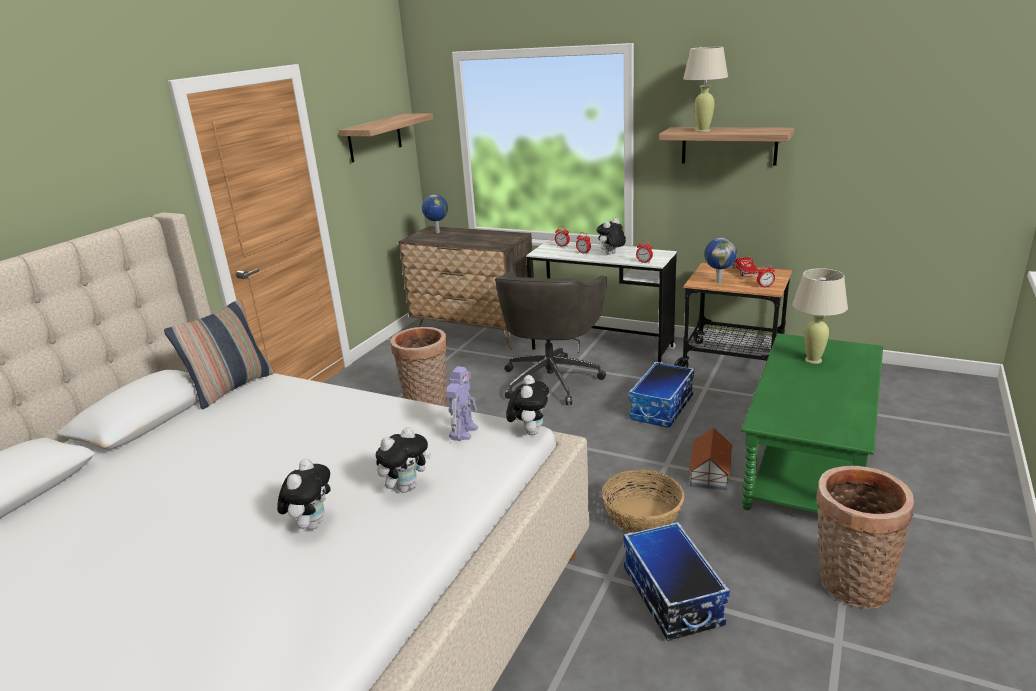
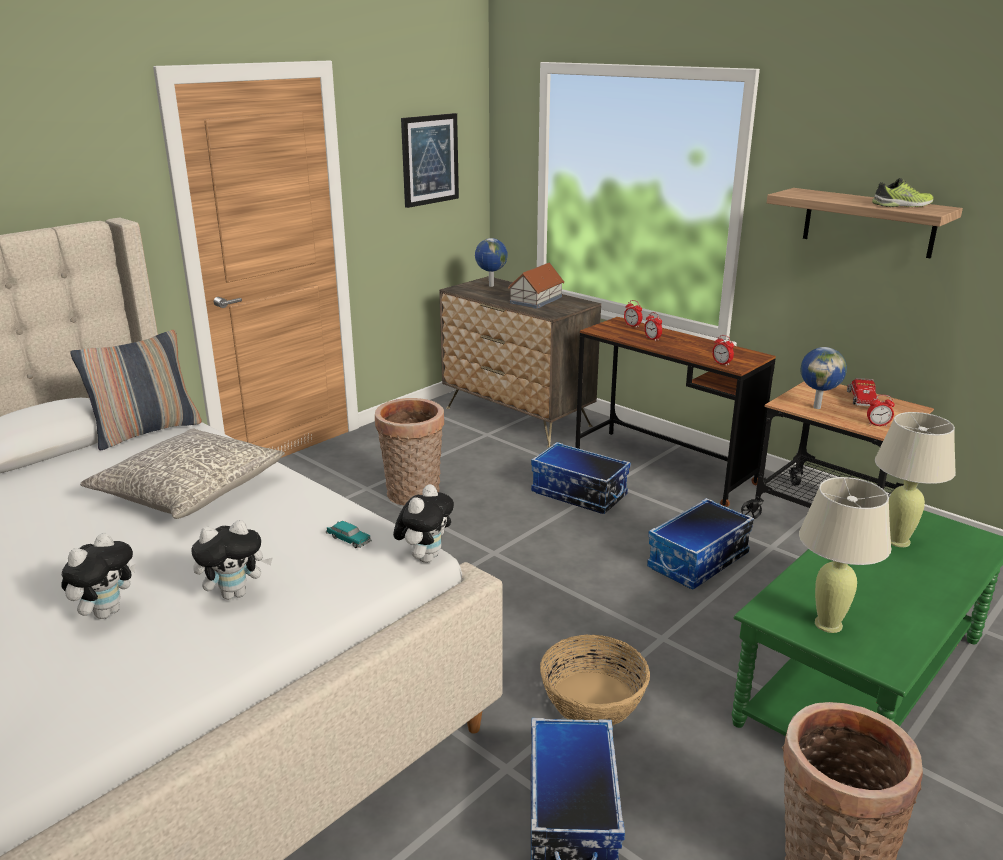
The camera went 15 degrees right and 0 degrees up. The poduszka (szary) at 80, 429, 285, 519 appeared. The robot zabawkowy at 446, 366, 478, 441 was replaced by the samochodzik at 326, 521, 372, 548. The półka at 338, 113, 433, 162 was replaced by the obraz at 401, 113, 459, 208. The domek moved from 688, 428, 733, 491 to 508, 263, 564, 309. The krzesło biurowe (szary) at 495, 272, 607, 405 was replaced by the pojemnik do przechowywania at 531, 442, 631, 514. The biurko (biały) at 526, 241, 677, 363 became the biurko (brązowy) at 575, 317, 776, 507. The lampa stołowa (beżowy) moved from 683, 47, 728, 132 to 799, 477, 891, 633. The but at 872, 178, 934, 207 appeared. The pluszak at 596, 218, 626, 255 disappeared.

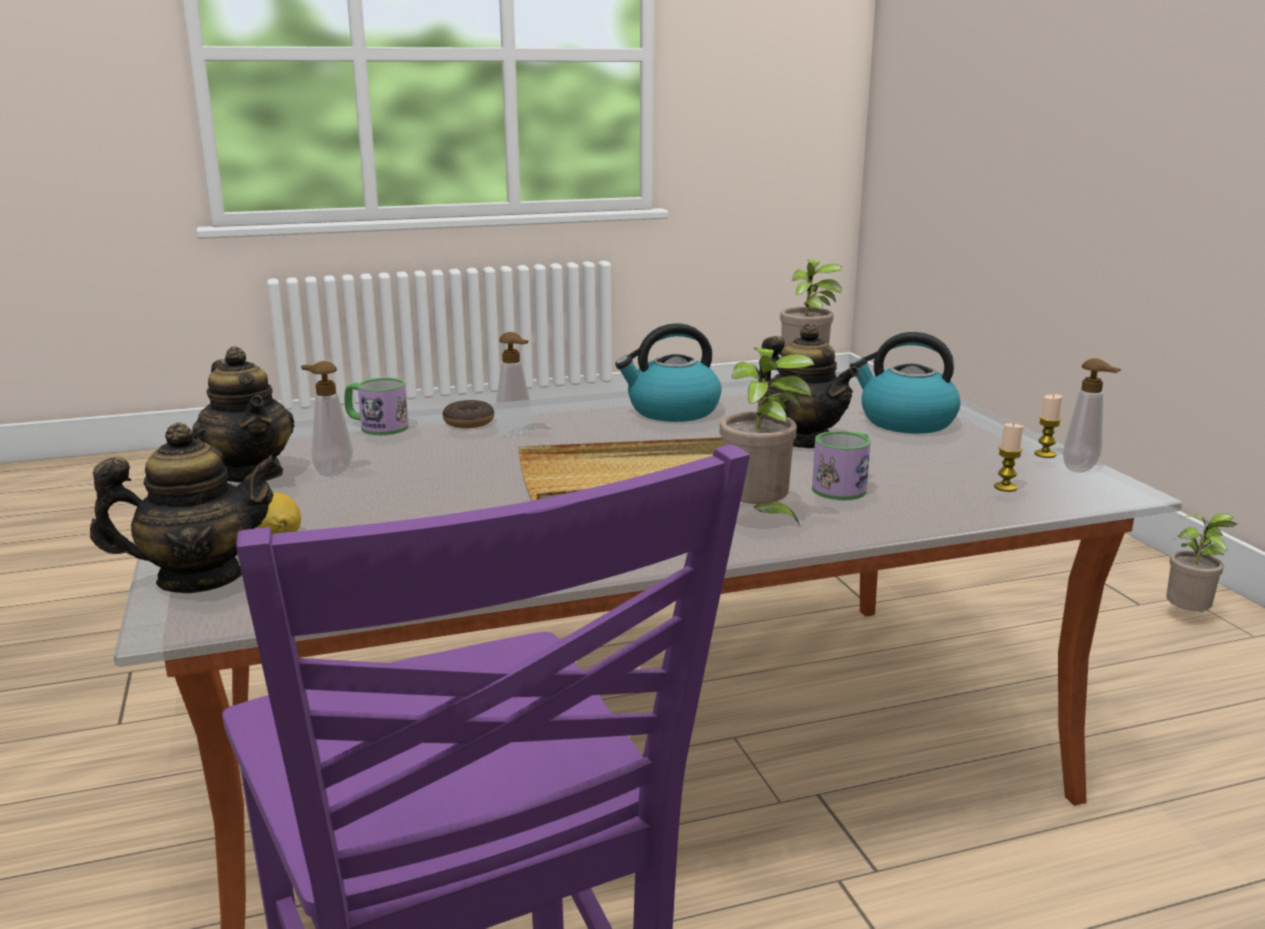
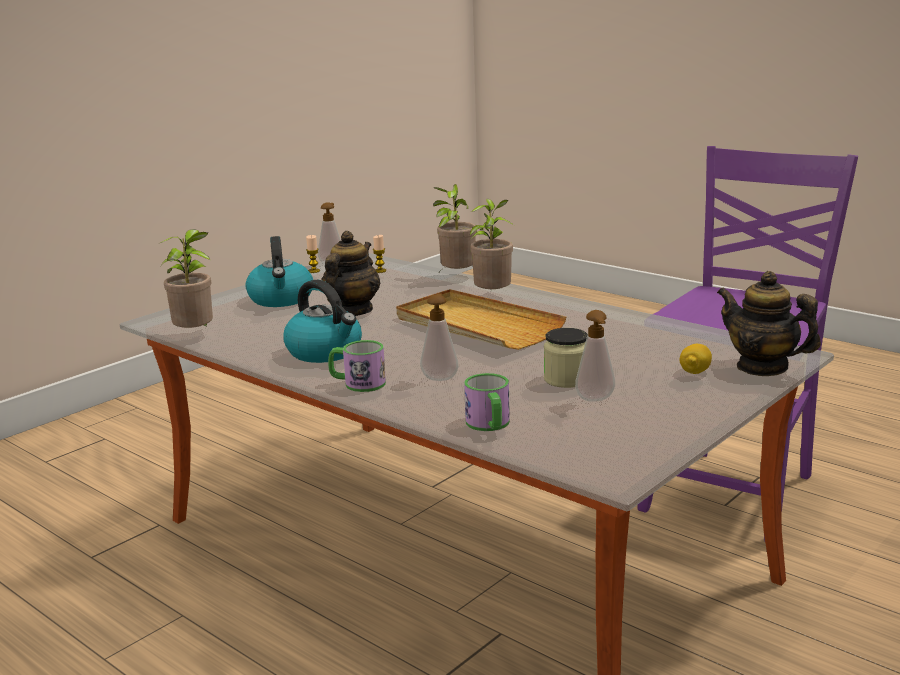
The camera went 120 degrees left and 0 degrees up. The kubek moved from 812, 431, 871, 500 to 328, 340, 386, 392. The roślina doniczkowa moved from 1166, 513, 1237, 612 to 433, 184, 477, 272. The słoik at 544, 328, 588, 388 appeared. The imbryk at 192, 347, 294, 482 disappeared. The donut at 443, 400, 494, 428 disappeared.

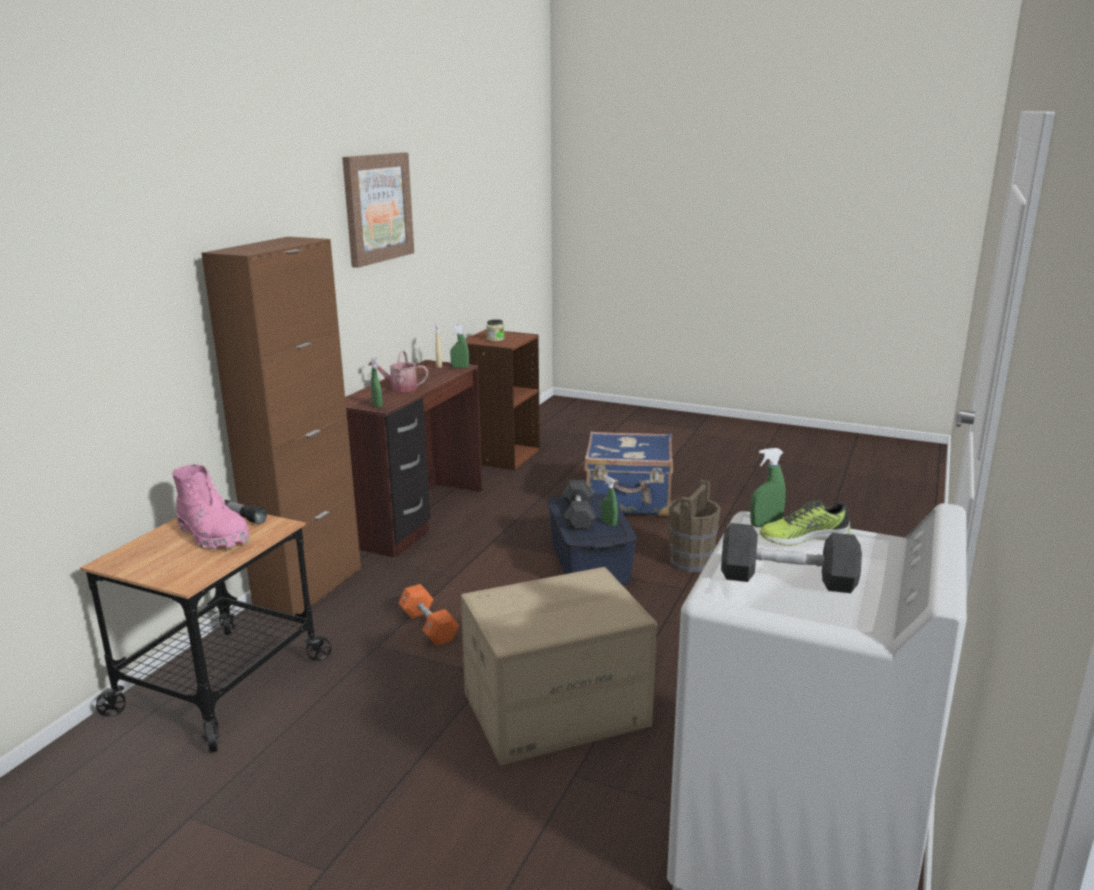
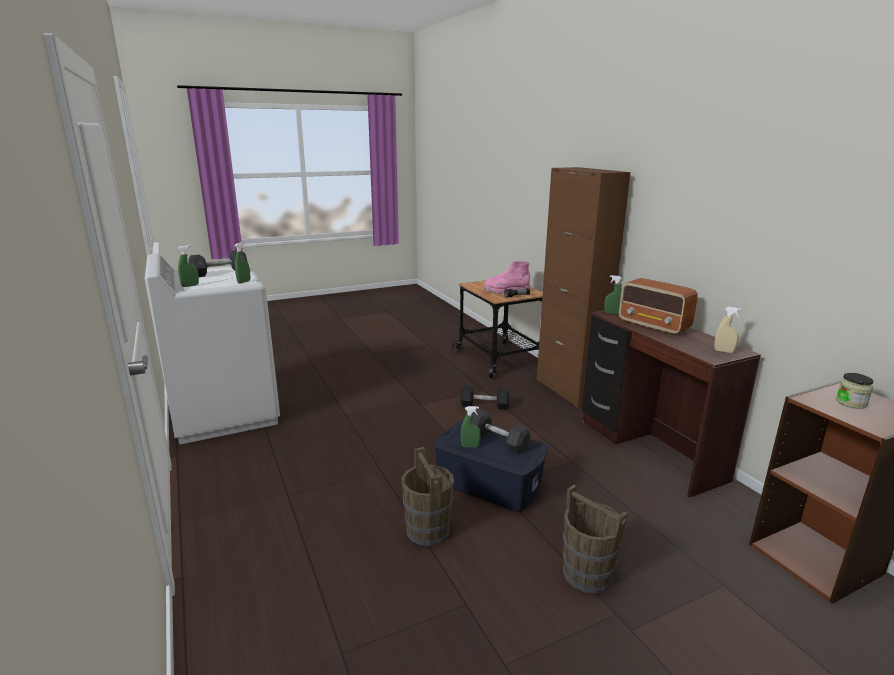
The camera went 130 degrees right and 0 degrees up. The spryskiwacz (zielony) moved from 450, 325, 469, 368 to 178, 245, 199, 287. The hantel (pomarańczowy) at 398, 584, 459, 646 became the hantel (czarny) at 460, 386, 510, 410. The walizka (niebieski) at 584, 431, 673, 516 was replaced by the wiadro (brązowy) at 563, 485, 628, 593. The konewka at 368, 350, 428, 392 was replaced by the radio at 619, 278, 698, 335. The obraz at 342, 153, 414, 268 disappeared. The karton at 461, 567, 657, 766 disappeared. The but at 760, 499, 851, 546 disappeared.

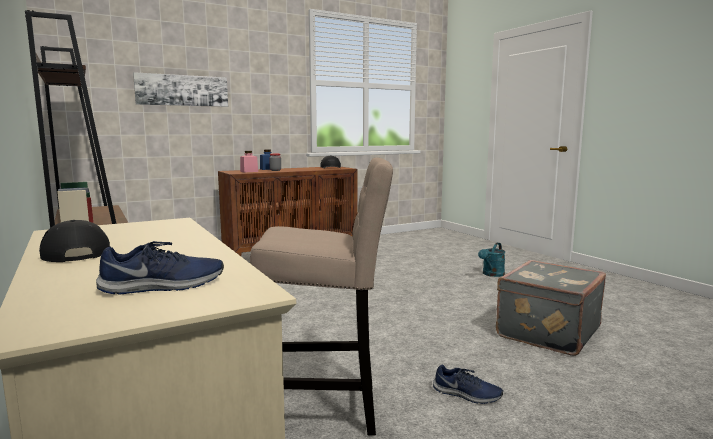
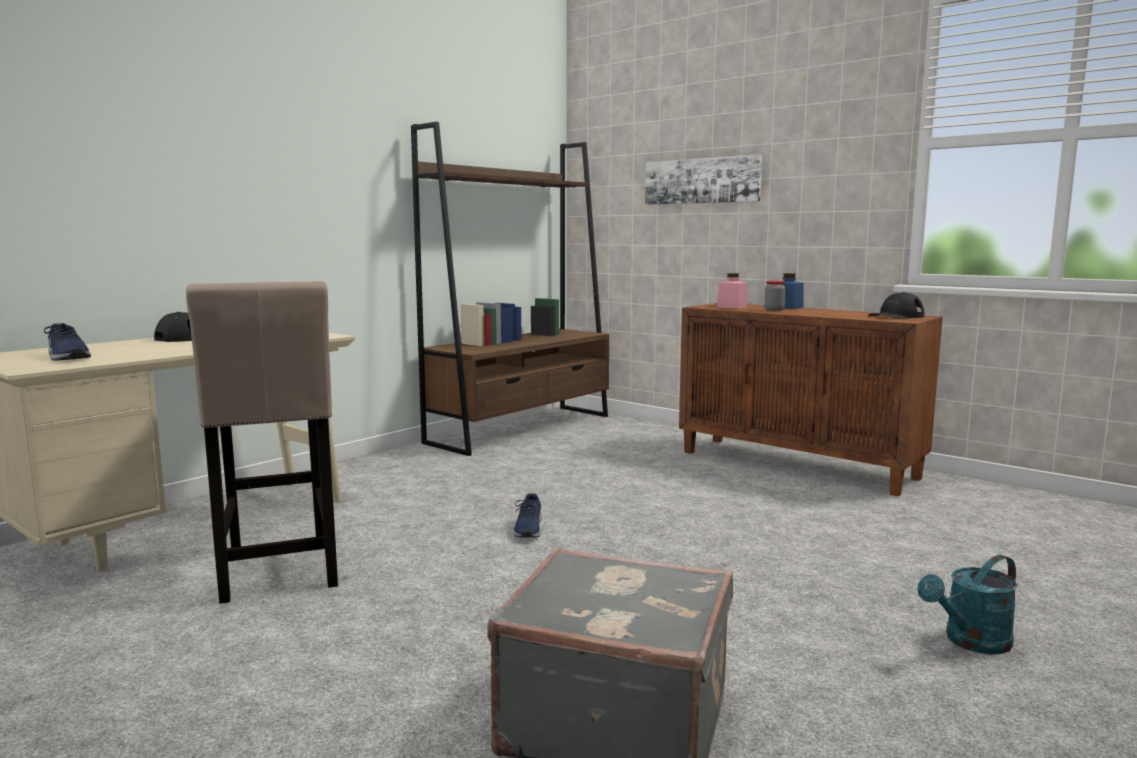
The camera went 70 degrees right and 0 degrees up. The but (niebieski) moved from 433, 365, 503, 404 to 513, 493, 542, 538. The konewka (turkusowy) at 478, 243, 505, 277 turned 45 degrees counterclockwise.

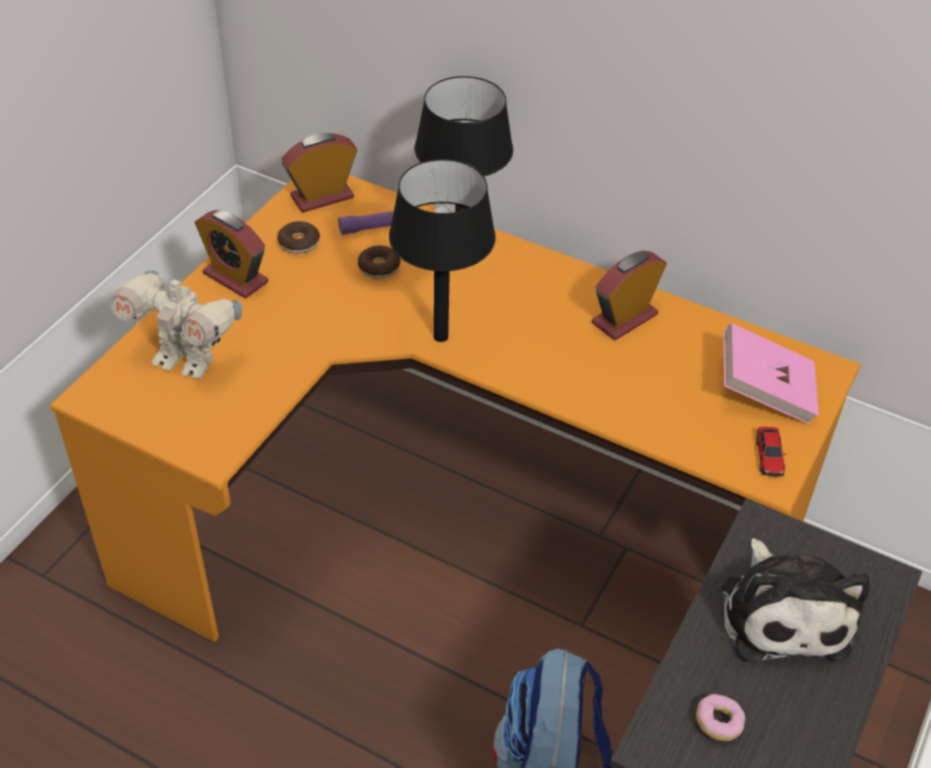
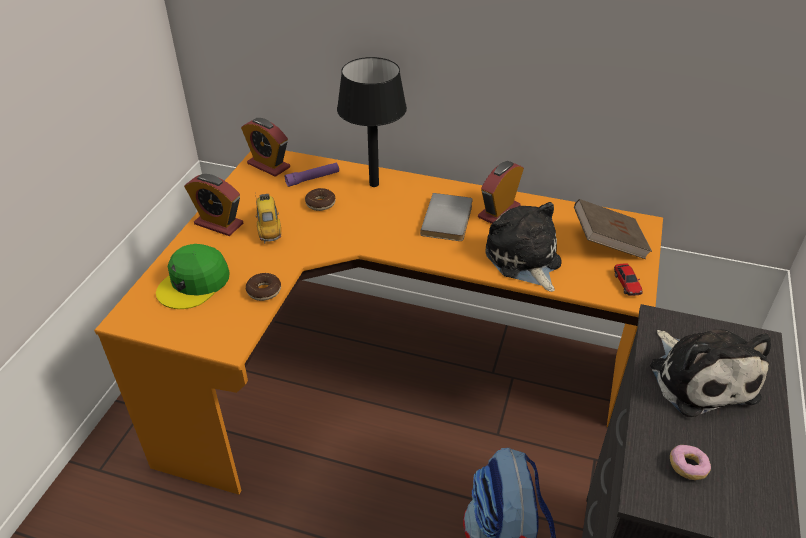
The camera went 10 degrees left and 5 degrees down. The robot zabawkowy at 110, 270, 242, 379 was replaced by the czapka z daszkiem (zielony) at 156, 244, 230, 309. The budzik at 281, 133, 357, 213 turned 105 degrees counterclockwise. The donut moved from 277, 221, 320, 254 to 246, 273, 281, 301. The samochodzik at 256, 194, 281, 243 appeared. The książka (szary) at 420, 193, 473, 241 appeared. The pluszak at 485, 202, 562, 292 appeared. The książka (różowy) at 723, 323, 819, 424 became the książka (brązowy) at 574, 199, 652, 259. The lampa stołowa (czarny) at 389, 159, 496, 342 disappeared.

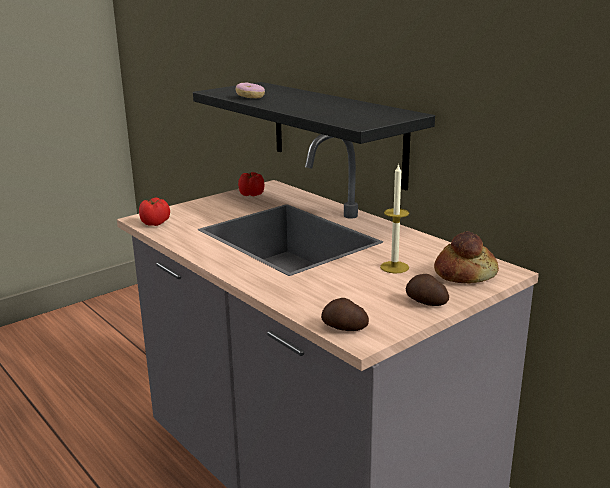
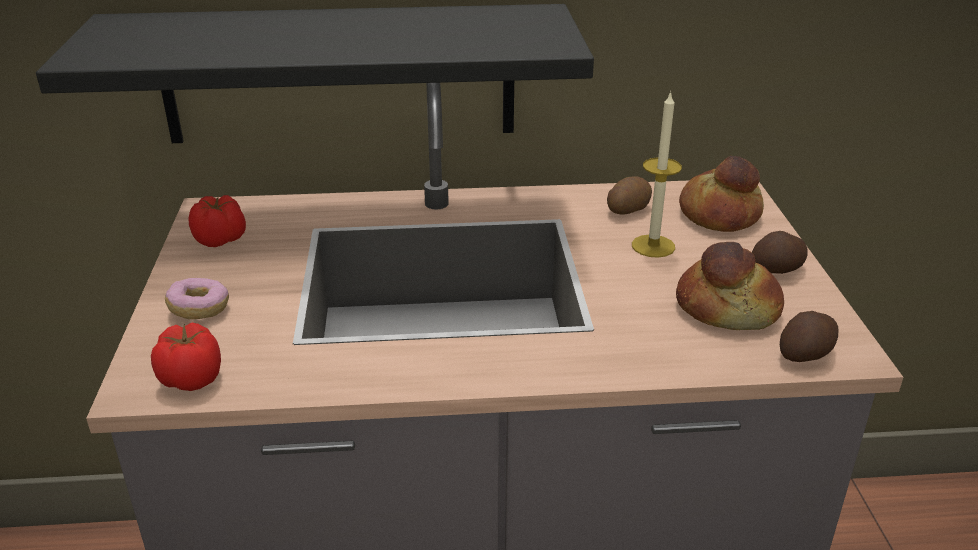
The camera went 55 degrees left and 10 degrees up. The donut moved from 236, 83, 265, 98 to 165, 278, 229, 319. The ziemniak at 607, 176, 652, 215 appeared. The chleb at 676, 242, 784, 330 appeared.

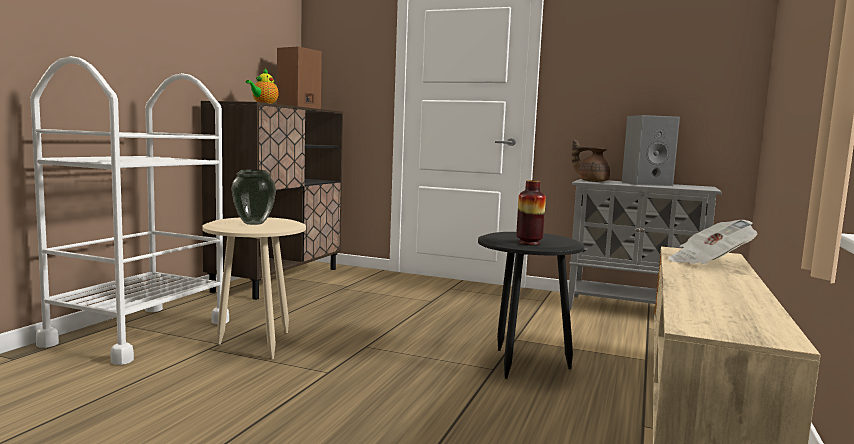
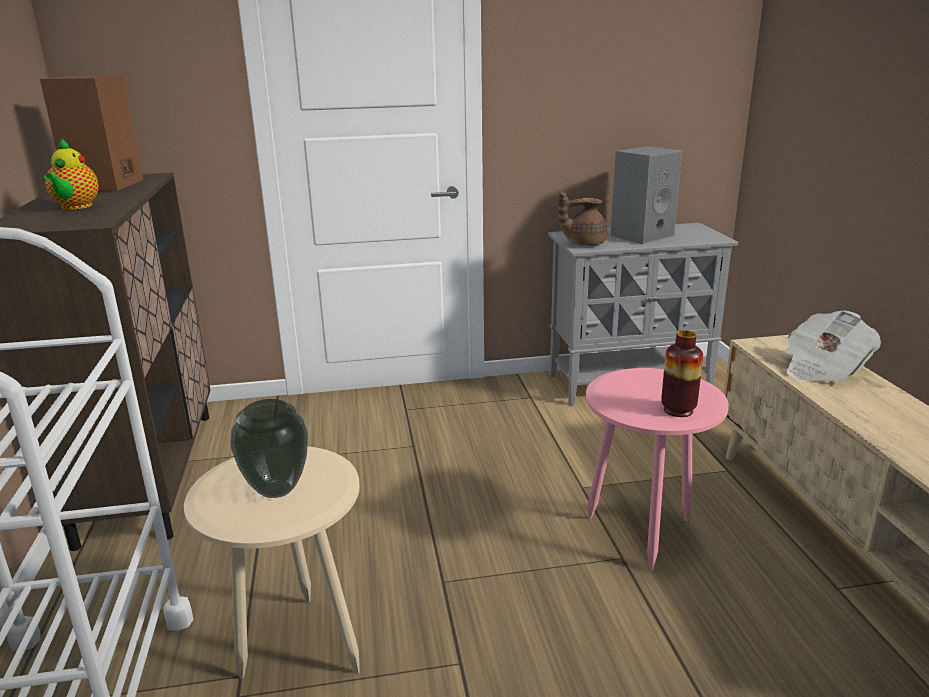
The camera went 30 degrees left and 15 degrees up. The stolik (czarny) at 478, 232, 584, 379 became the stolik (różowy) at 586, 368, 729, 571.

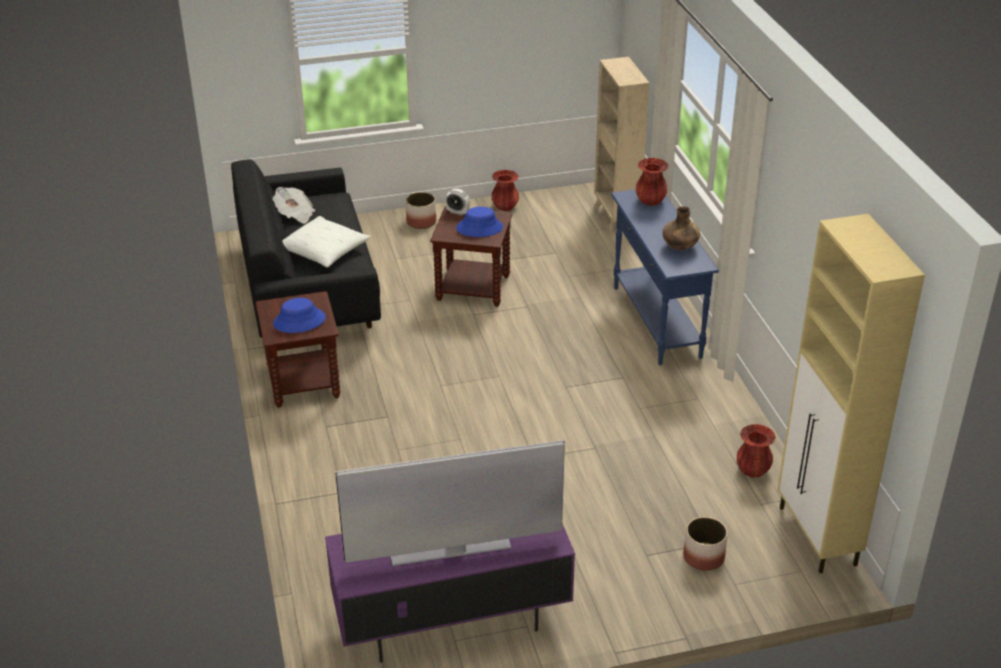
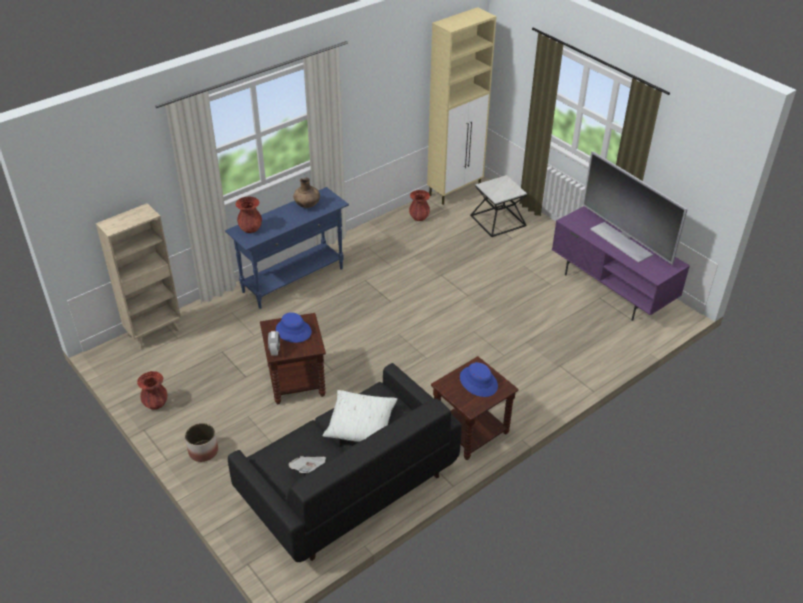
The camera went 115 degrees left and 5 degrees up. The donica at 683, 517, 728, 571 was replaced by the stolik at 470, 175, 527, 237.

